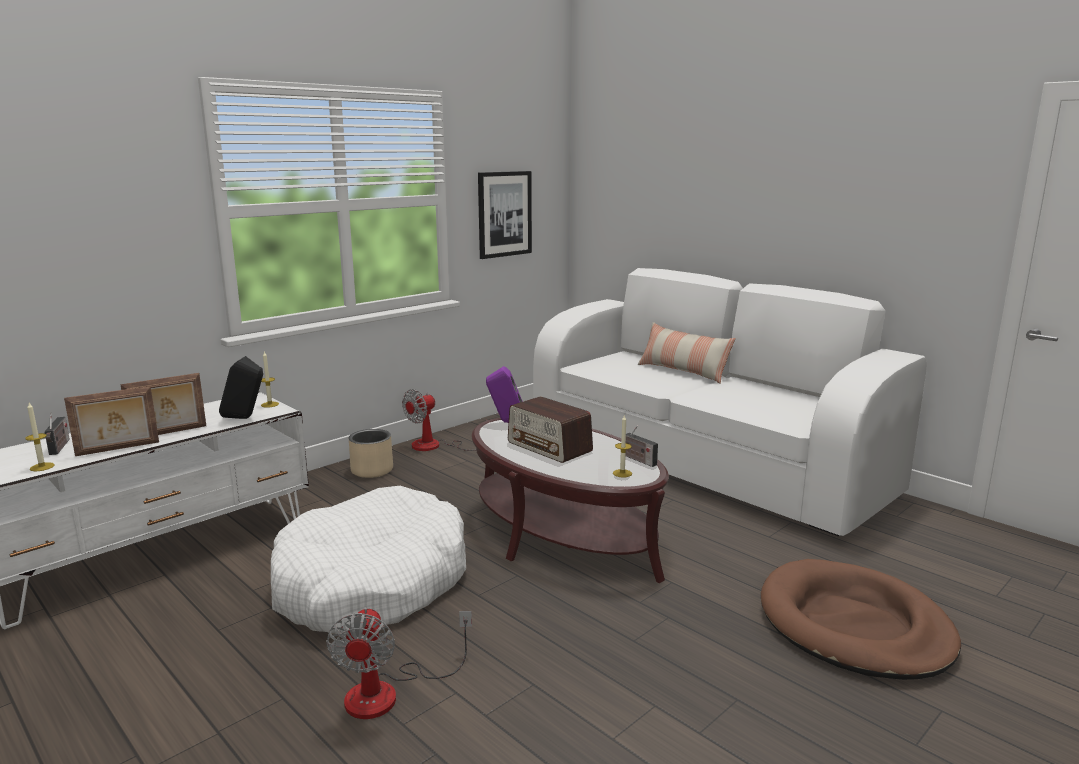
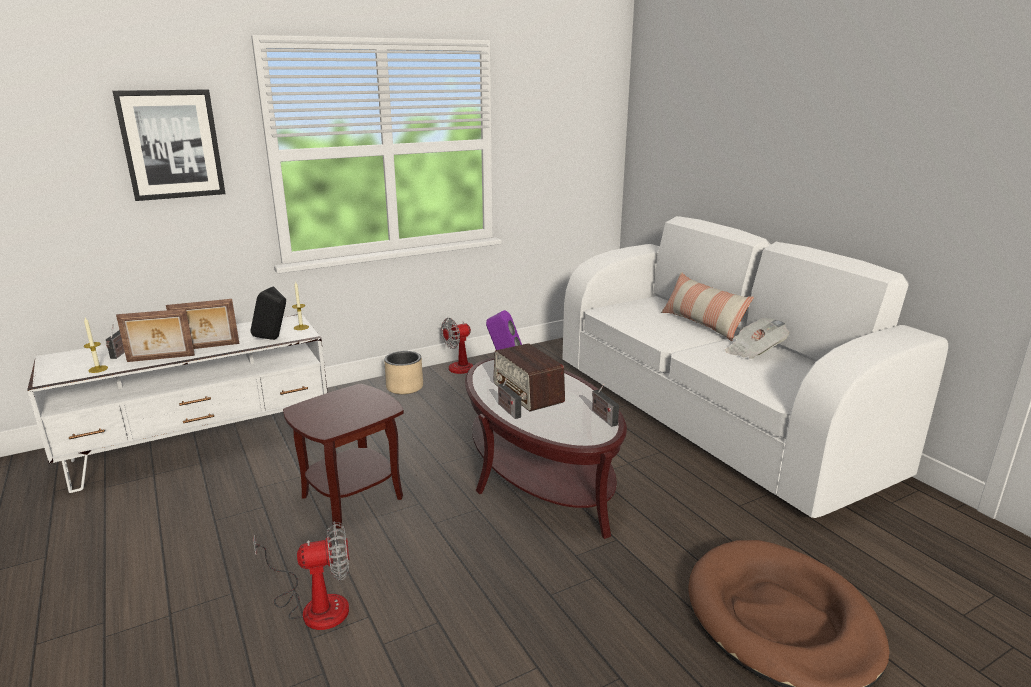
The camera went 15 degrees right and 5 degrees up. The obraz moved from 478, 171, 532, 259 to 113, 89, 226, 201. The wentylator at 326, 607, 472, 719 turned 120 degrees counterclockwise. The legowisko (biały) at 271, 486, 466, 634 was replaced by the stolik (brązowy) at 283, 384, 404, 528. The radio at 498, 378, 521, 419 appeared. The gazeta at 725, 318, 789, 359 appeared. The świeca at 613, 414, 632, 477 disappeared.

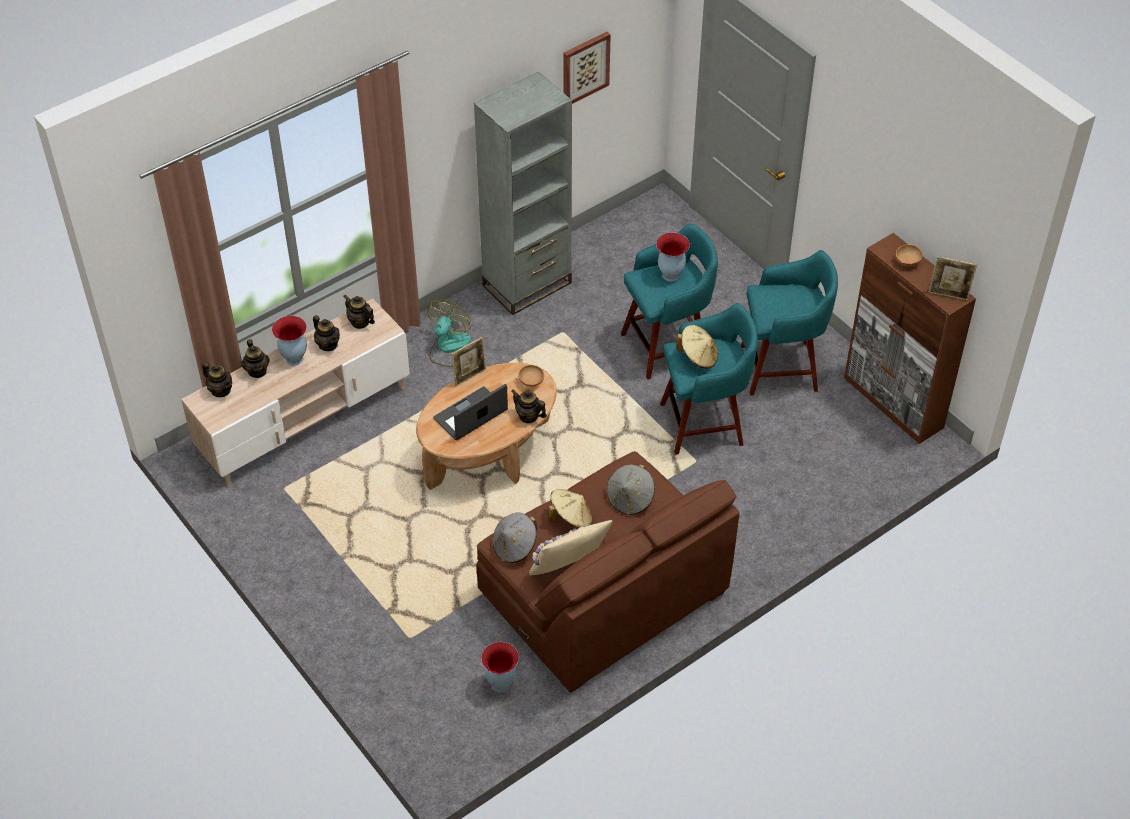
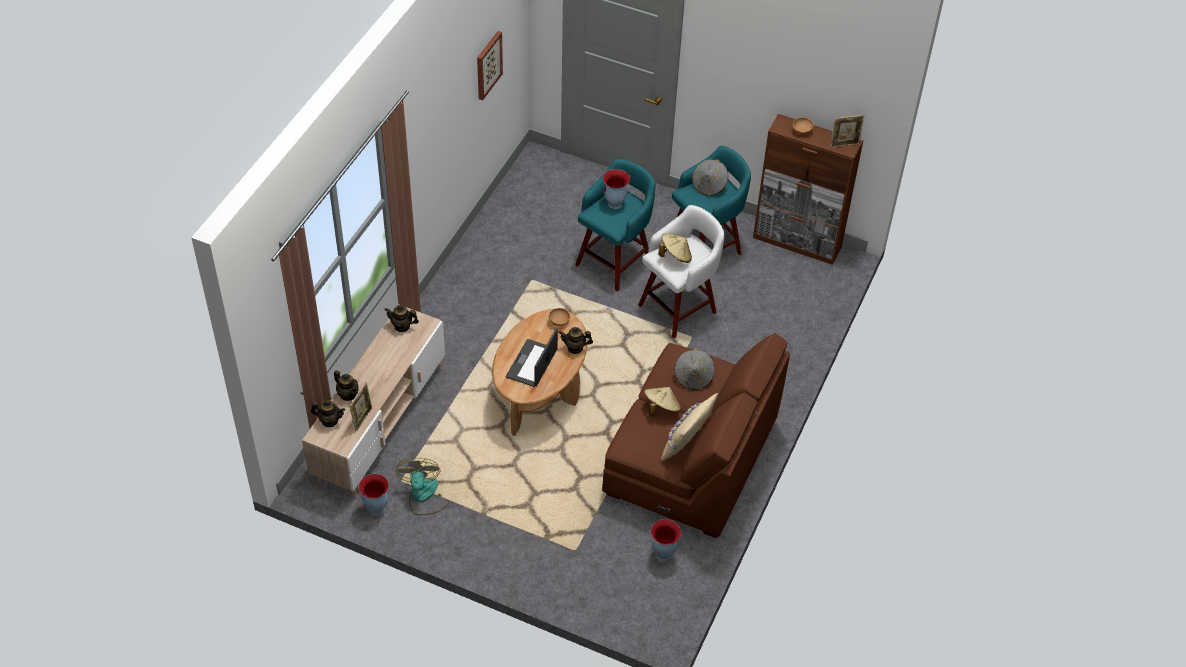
The camera went 30 degrees left and 0 degrees up. The ramka na zdjęcie moved from 451, 337, 486, 386 to 349, 382, 372, 432. The wazon moved from 272, 316, 307, 365 to 359, 474, 389, 515. The wentylator moved from 427, 299, 471, 367 to 396, 458, 449, 516. The stołek (turkusowy) at 660, 303, 758, 455 became the stołek (biały) at 638, 205, 725, 338. The kapelusz (szary) moved from 493, 513, 537, 563 to 692, 159, 728, 196. The imbryk at 313, 315, 340, 351 disappeared. The regał (szary) at 474, 72, 572, 315 disappeared.

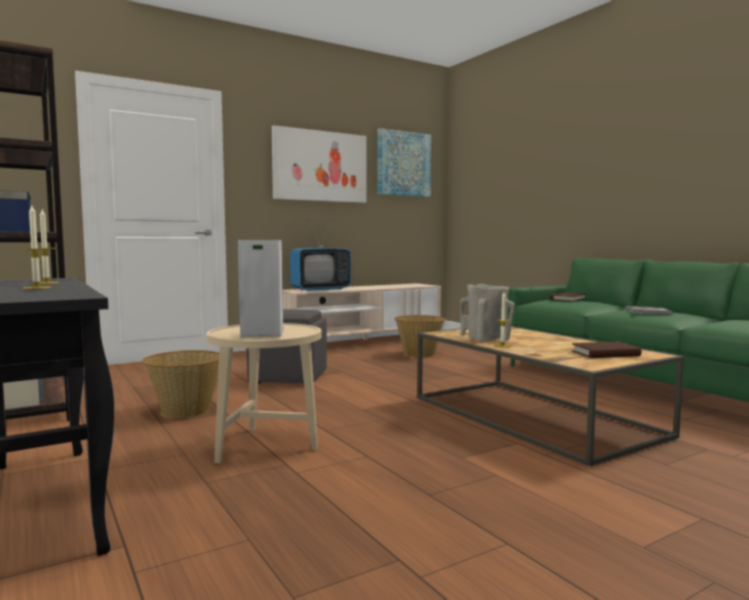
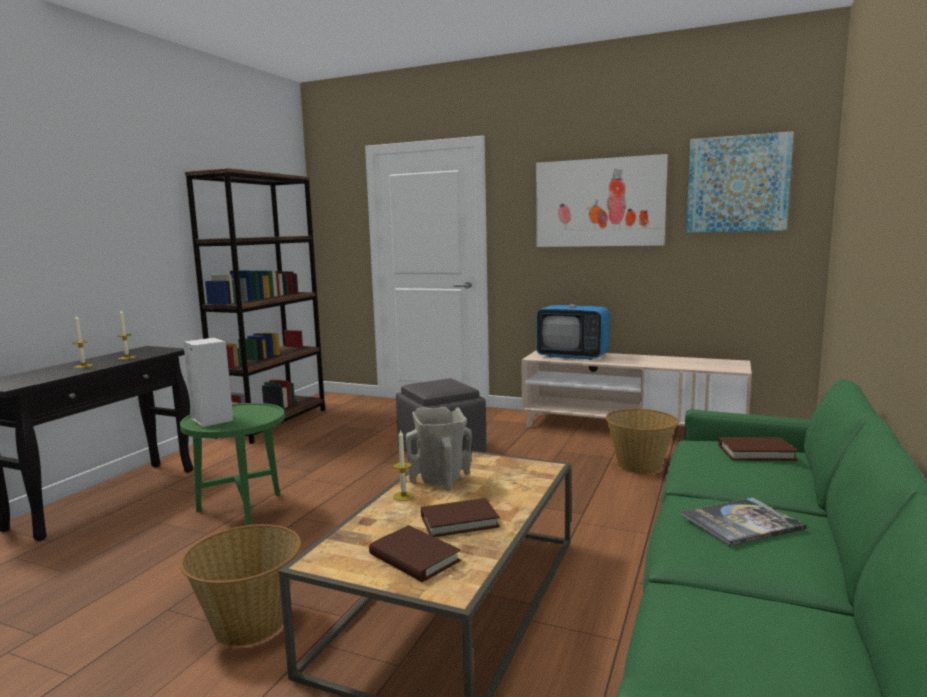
The camera went 55 degrees right and 5 degrees up. The stolik (beżowy) at 206, 323, 322, 463 became the stolik (zielony) at 180, 403, 285, 525. The koszyk moved from 142, 350, 219, 418 to 180, 524, 301, 647. The książka (brązowy) at 421, 498, 500, 537 appeared.

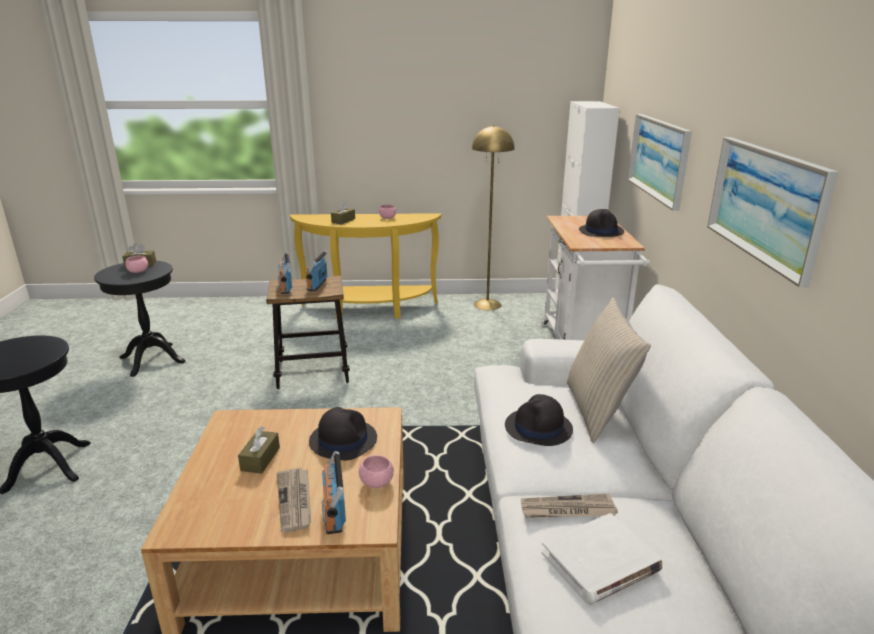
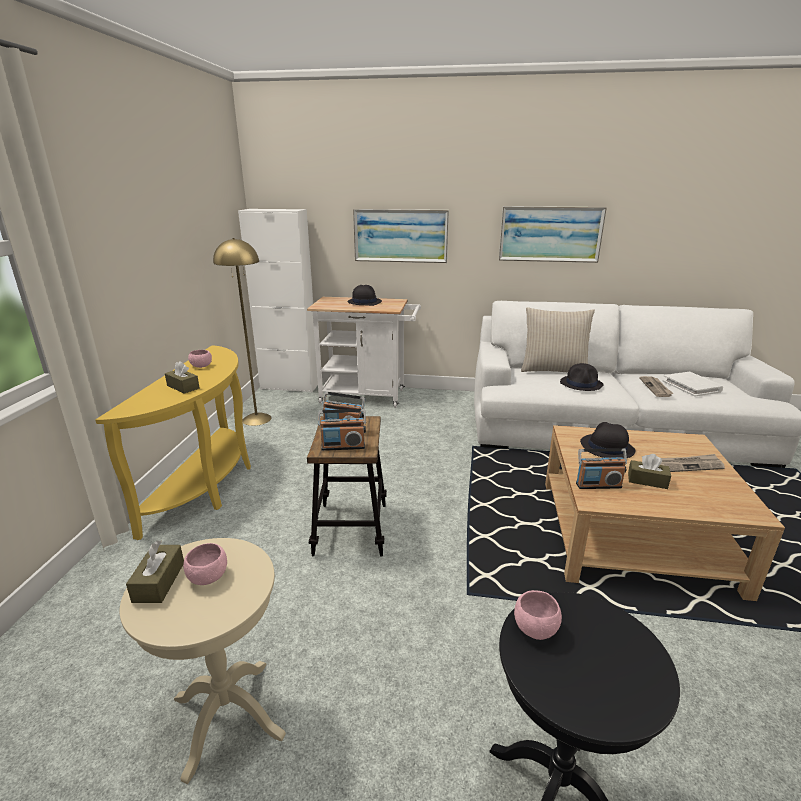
The camera went 80 degrees left and 0 degrees up. The stolik (czarny) at 94, 261, 185, 377 became the stolik (beżowy) at 120, 538, 286, 784. The miska (różowy) moved from 359, 455, 394, 488 to 514, 590, 562, 640. The radio moved from 322, 451, 346, 534 to 576, 448, 627, 489.

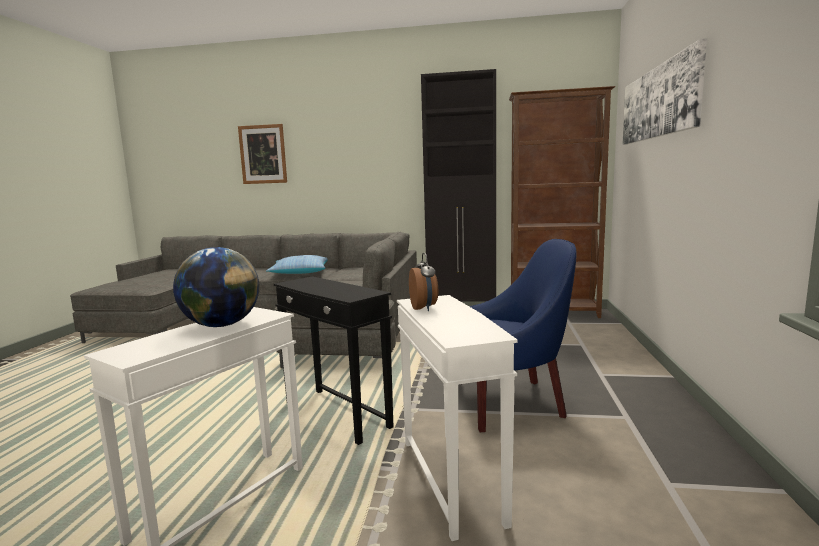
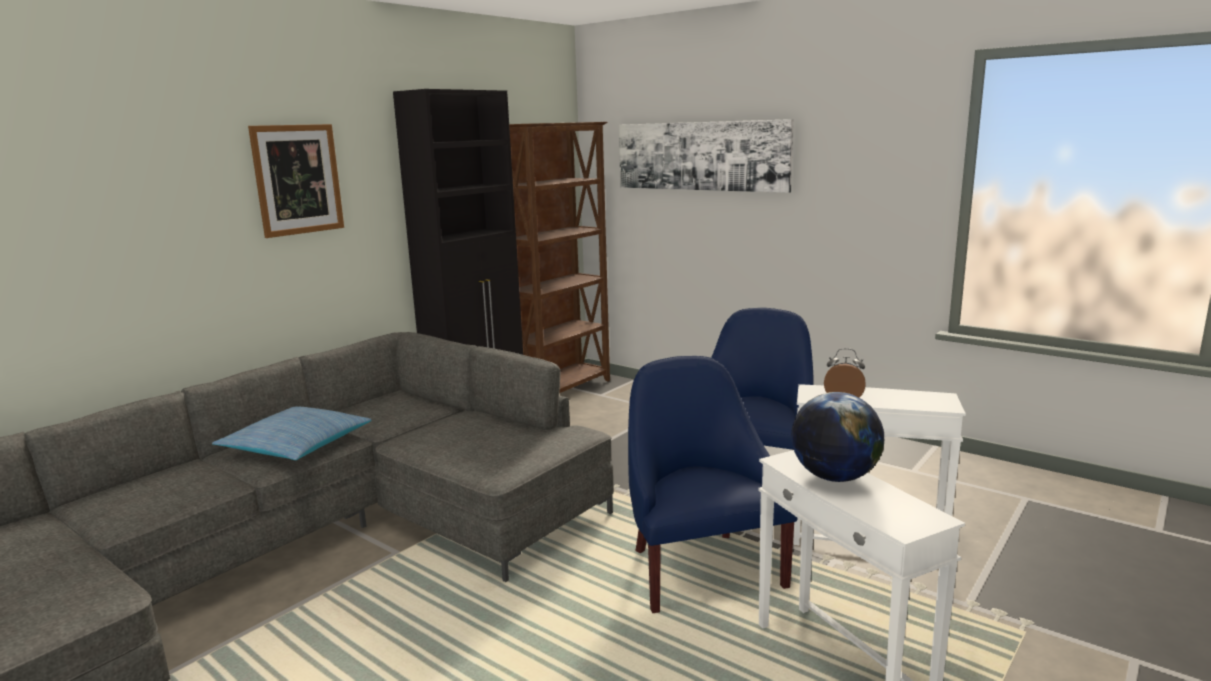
The camera went 60 degrees left and 5 degrees up. The obraz moved from 238, 124, 287, 184 to 248, 124, 344, 238. The stolik (czarny) at 274, 276, 393, 445 was replaced by the fotel (niebieski) at 628, 356, 798, 613.

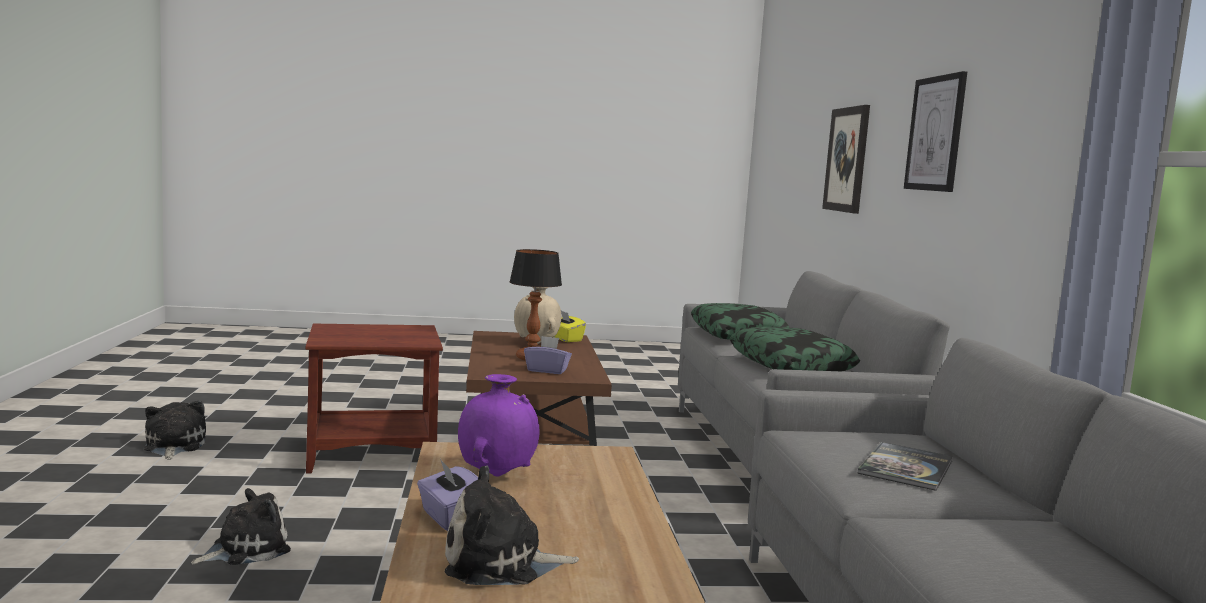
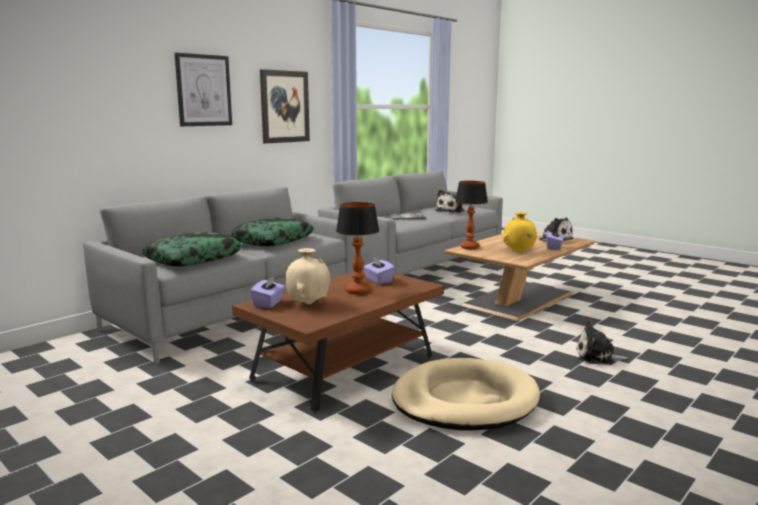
The camera went 130 degrees left and 5 degrees up. The pudełko chusteczek (żółty) at 553, 311, 586, 342 became the pudełko chusteczek (fioletowy) at 251, 276, 285, 308. The obraz moved from 822, 105, 870, 214 to 260, 69, 310, 143. The stolik (brązowy) at 305, 324, 443, 474 was replaced by the legowisko (beżowy) at 392, 358, 540, 431. The pluszak moved from 144, 401, 206, 459 to 435, 190, 465, 213. The lampa stołowa at 455, 181, 488, 249 appeared. The wazon (fioletowy) at 458, 374, 539, 477 became the wazon (żółty) at 503, 212, 537, 253.

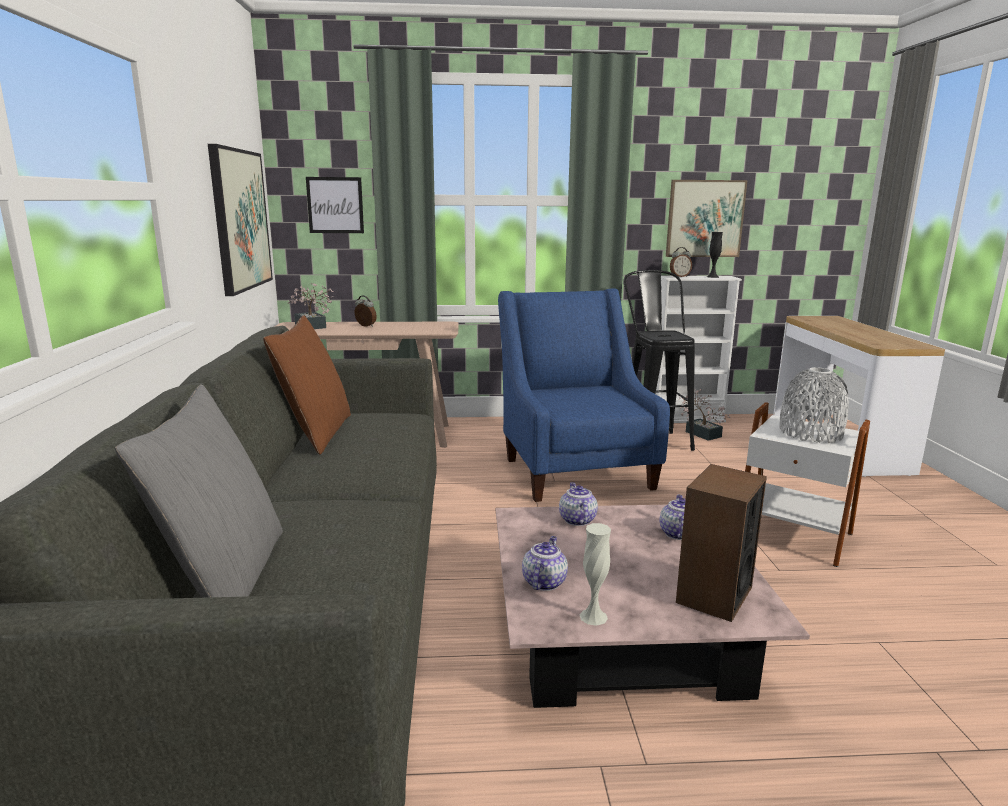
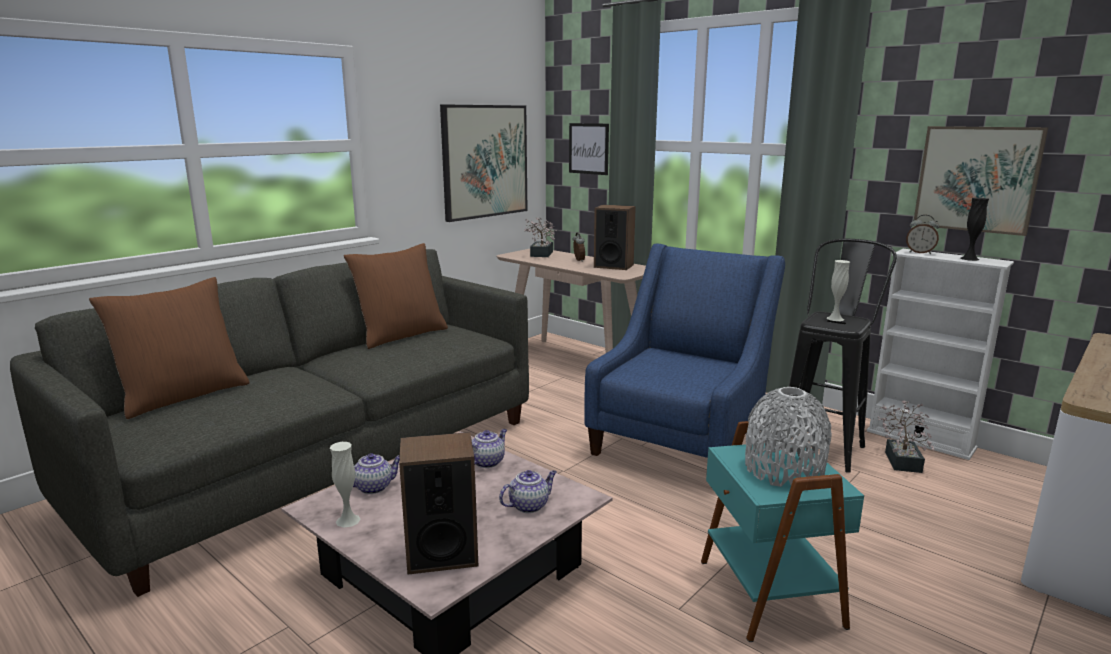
The camera went 45 degrees right and 0 degrees up. The poduszka (szary) at 115, 385, 283, 598 became the poduszka (brązowy) at 89, 277, 250, 419. The głośnik at 594, 205, 636, 270 appeared. The stolik (biały) at 745, 402, 870, 567 became the stolik (turkusowy) at 701, 421, 864, 642. The wazon (biały) at 826, 260, 850, 321 appeared.

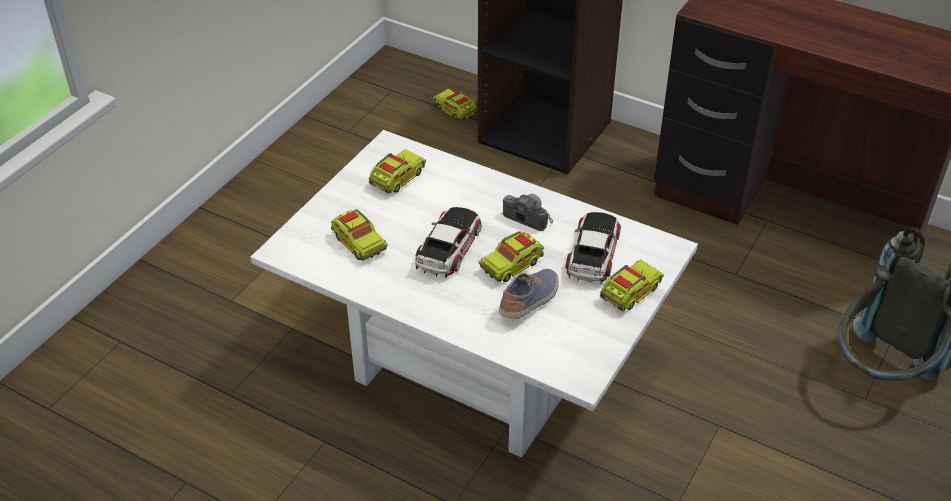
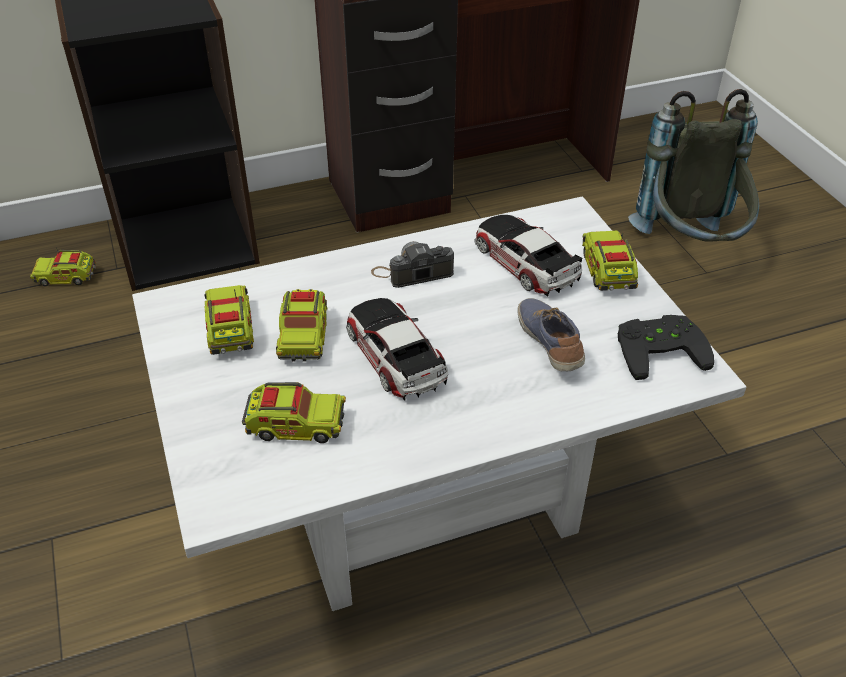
The camera went 50 degrees left and 0 degrees up. The ciężarówka zabawkowa moved from 478, 231, 544, 282 to 276, 289, 328, 362. The pad do gier (czarny) at 618, 315, 714, 380 appeared.

